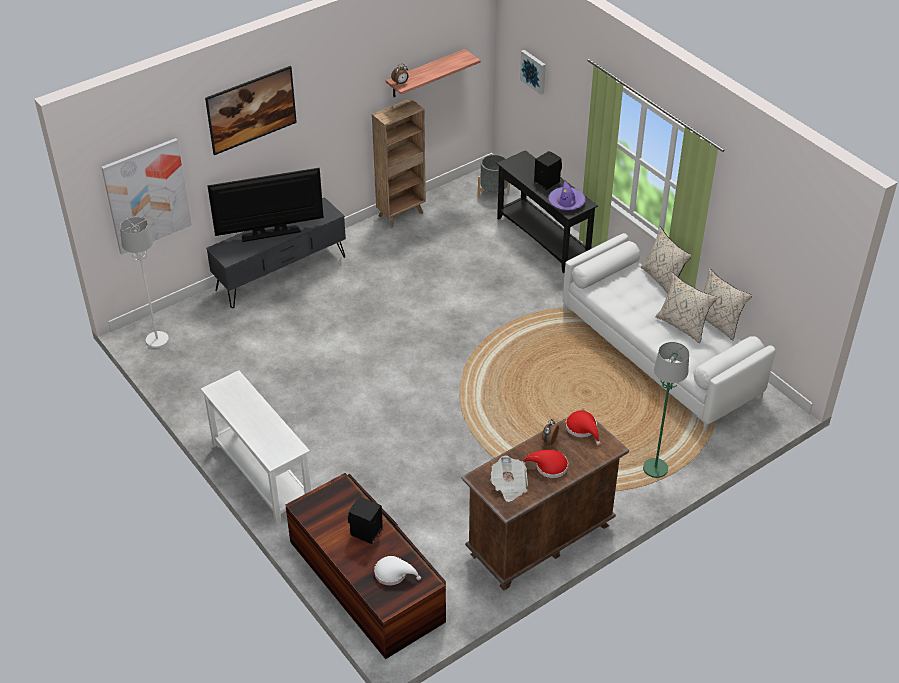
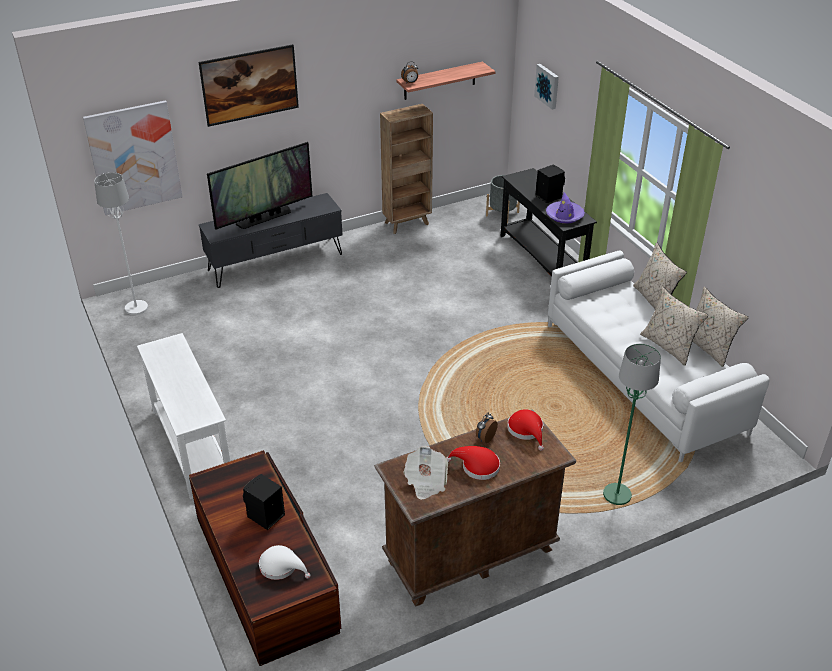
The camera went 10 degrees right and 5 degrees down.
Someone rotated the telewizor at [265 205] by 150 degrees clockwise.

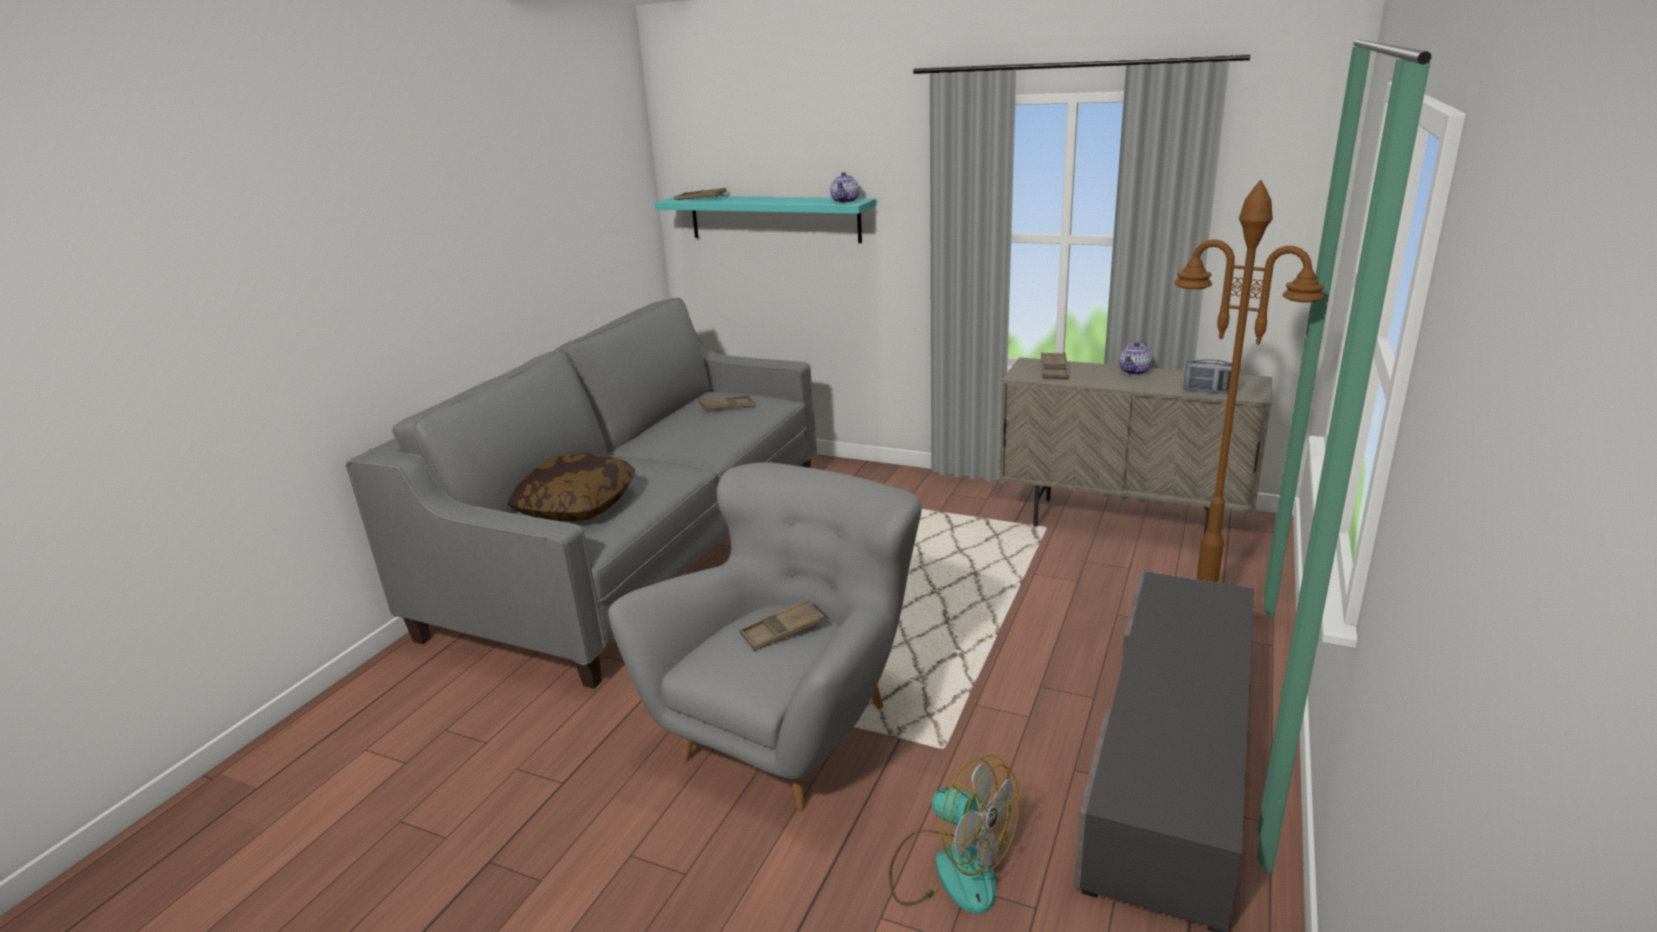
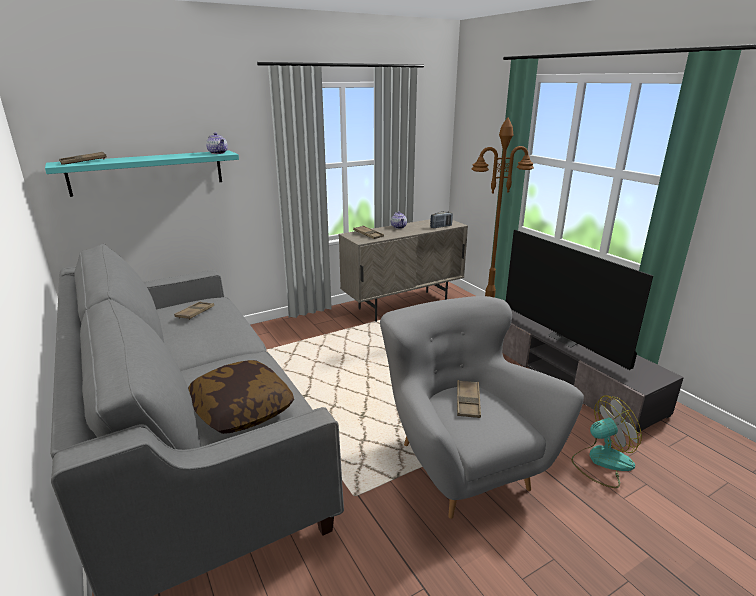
The camera went 55 degrees left and 0 degrees up.
Someone put down the telewizor at [579 300].

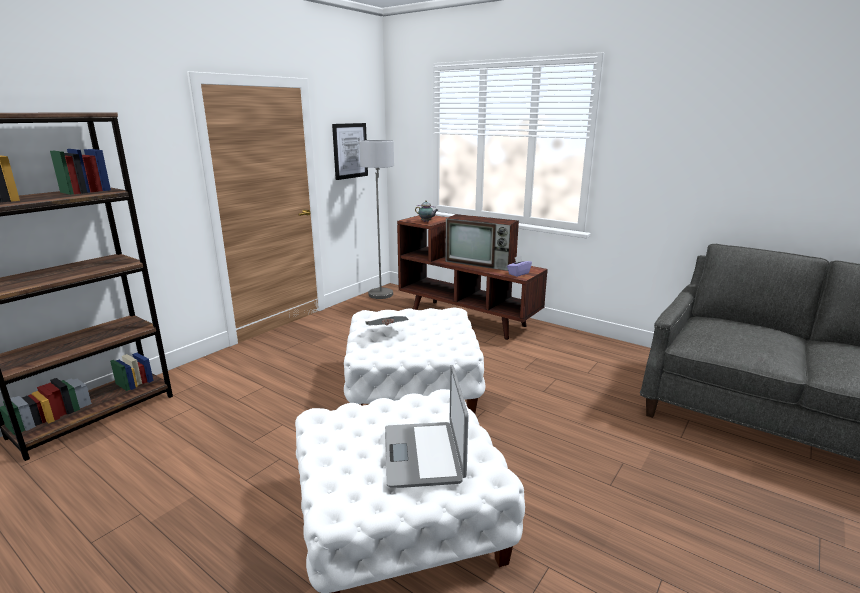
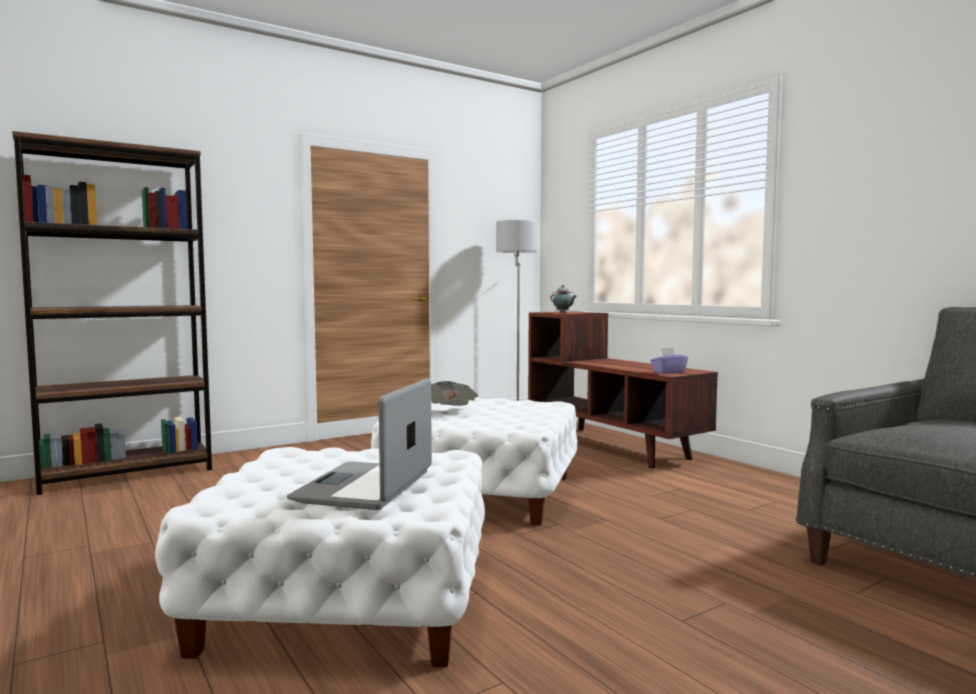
The camera went 20 degrees right and 15 degrees down.
Someone took away the obraz at [350 151].
Someone took away the telewizor at [482 242].

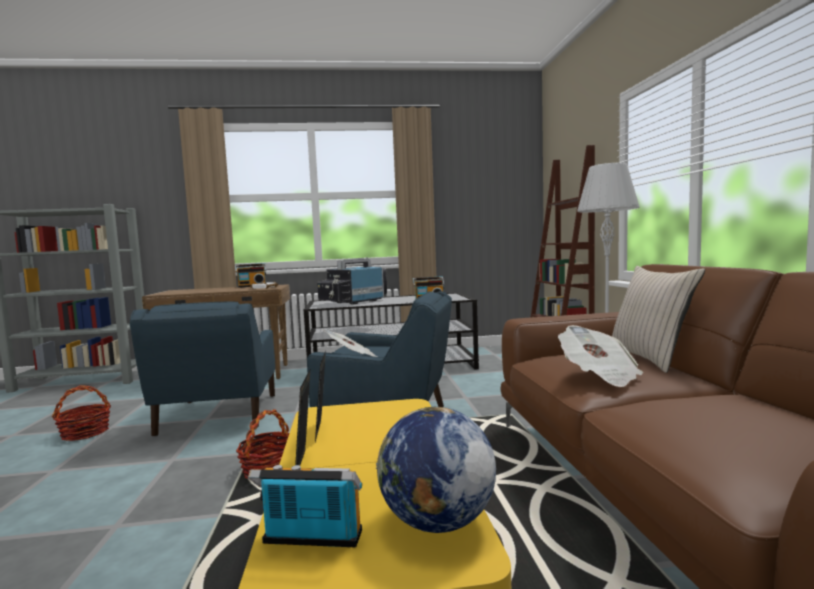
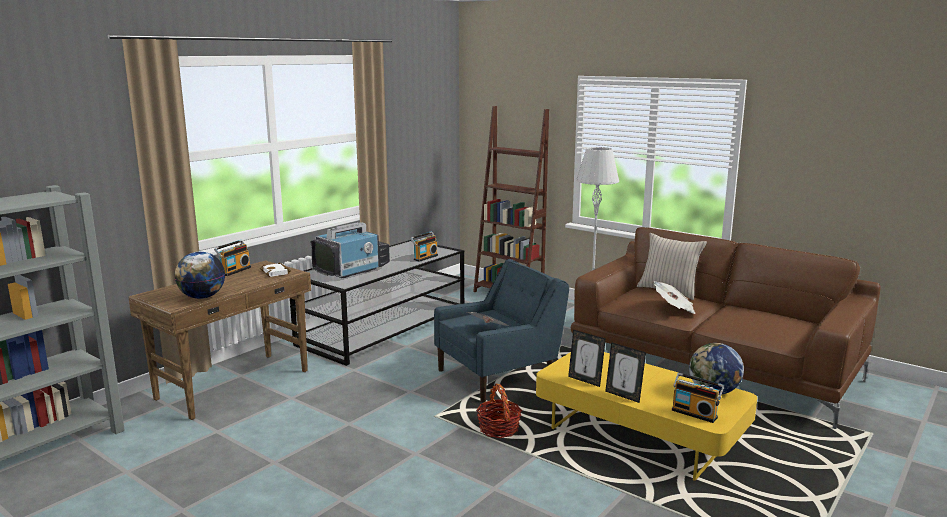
The camera went 45 degrees left and 10 degrees up.
Someone took away the koszyk at [81 413].
Someone took away the fotel [niebieski] at [203 369].
Someone put down the globus at [200 275].
Someone rotated the radio at [305 506] by 105 degrees counterclockwise.
Someone rotated the telewizor at [352 280] by 135 degrees counterclockwise.

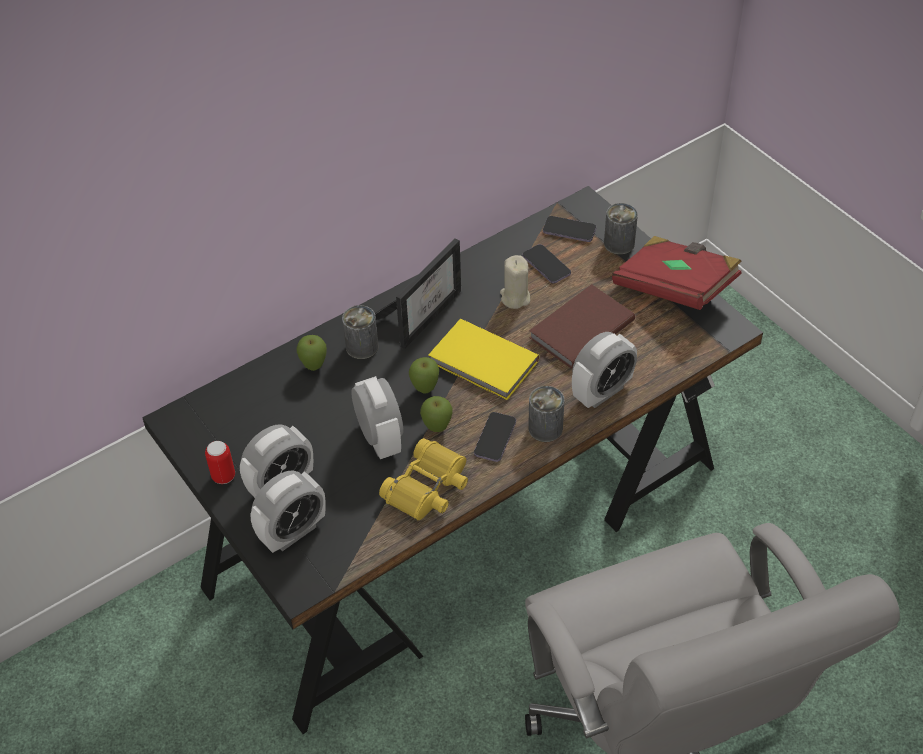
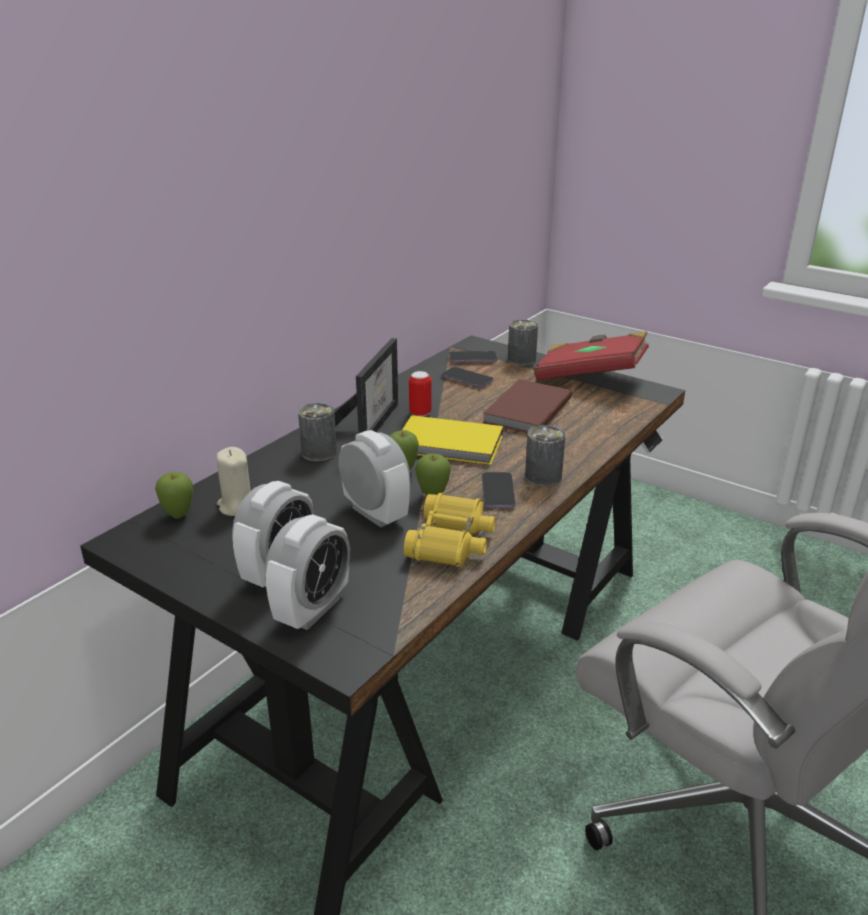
The camera went 20 degrees left and 20 degrees down.
Someone took away the budzik at [604 370].
Someone carried the puszka from [220 462] to [420 394].
Someone carried the jabłko from [312 353] to [174 495].
Someone carried the świeca [beżowy] from [515 282] to [233 481].

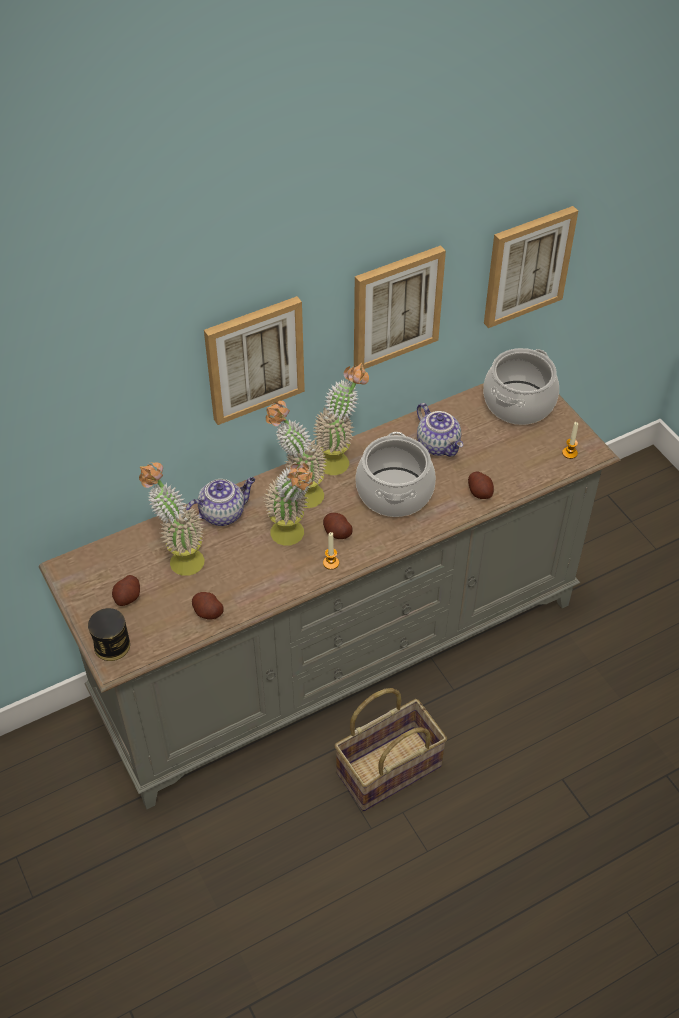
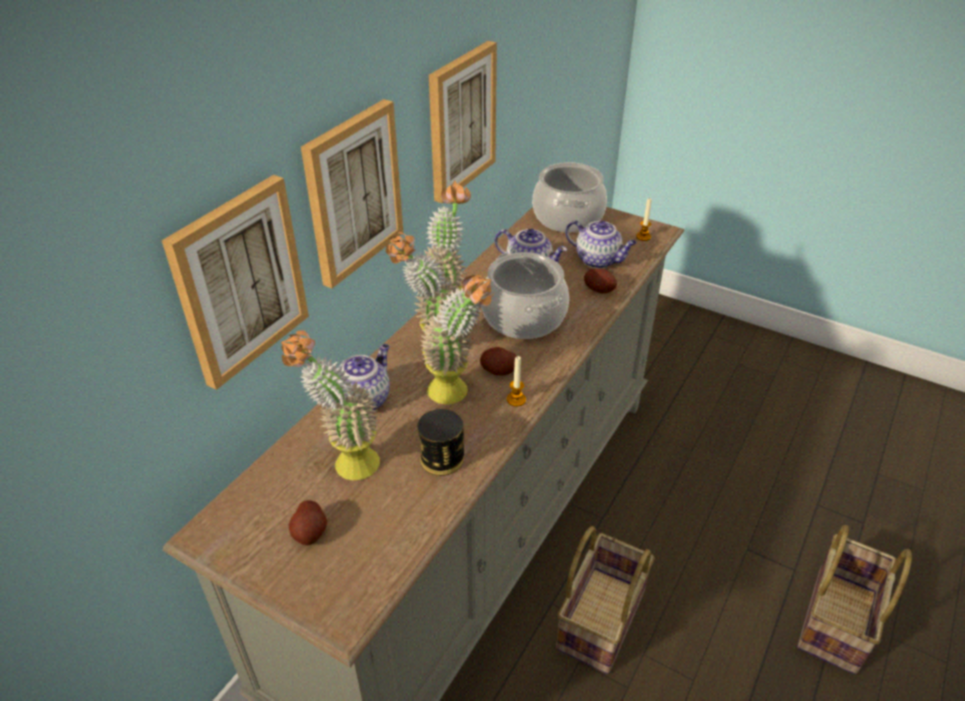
The camera went 30 degrees left and 10 degrees down.
Someone took away the ziemniak at [208 605].
Someone put down the imbryk at [601 244].
Someone put down the koszyk at [854 600].
Someone carried the puszka from [109 634] to [440 442].
Someone carried the obraz from [531 267] to [235 282].

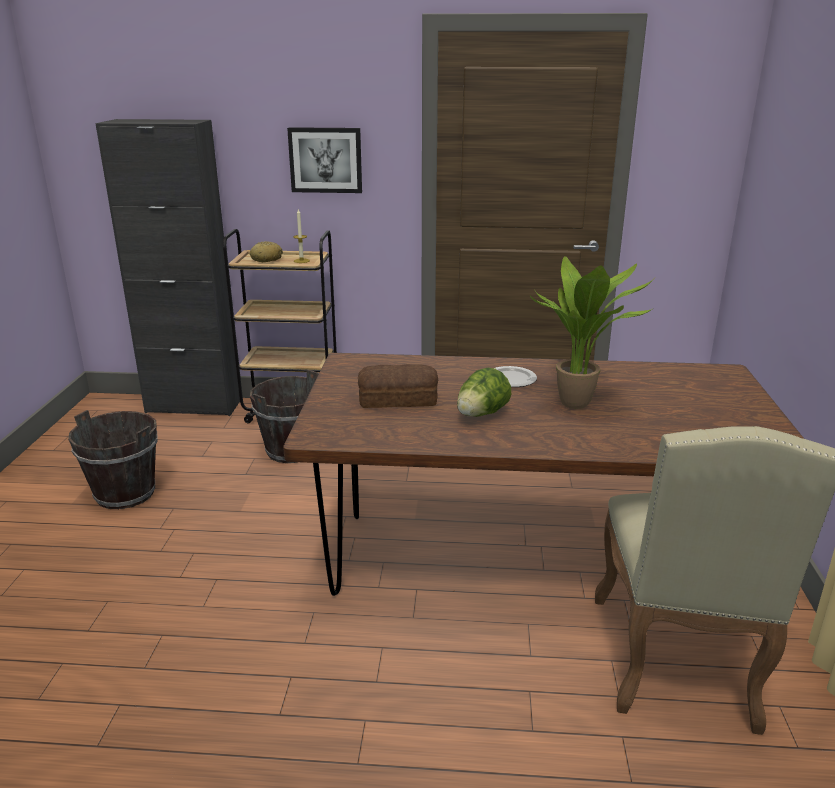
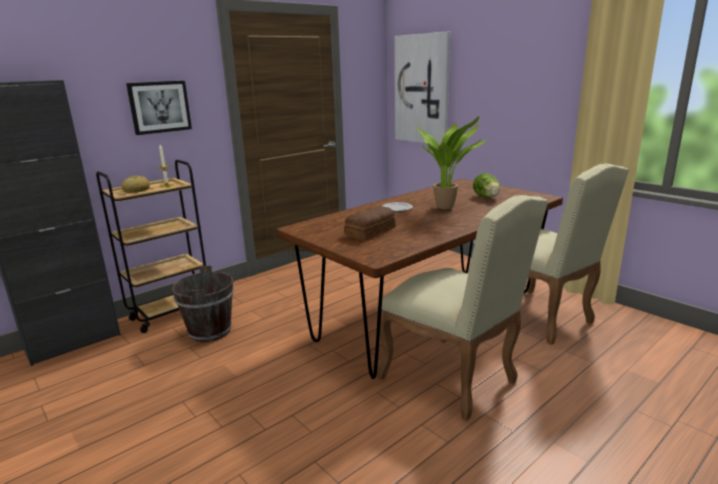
The camera went 45 degrees left and 5 degrees down.
Someone took away the wiadro [brązowy] at [113 459].
Someone put down the krzesło [beżowy] at [462 308].
Someone put up the obraz at [422 87].
Someone carried the sałata from [484 392] to [486 185].

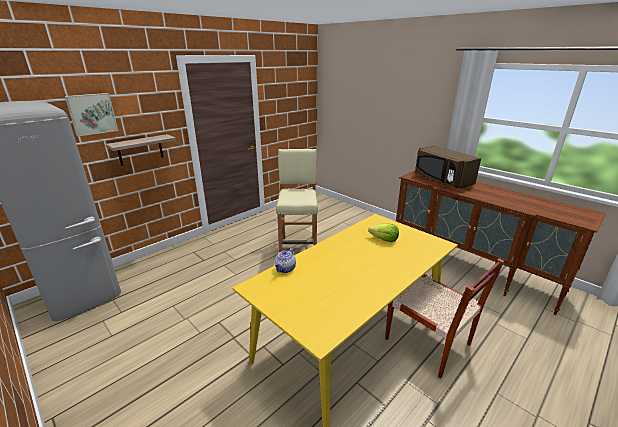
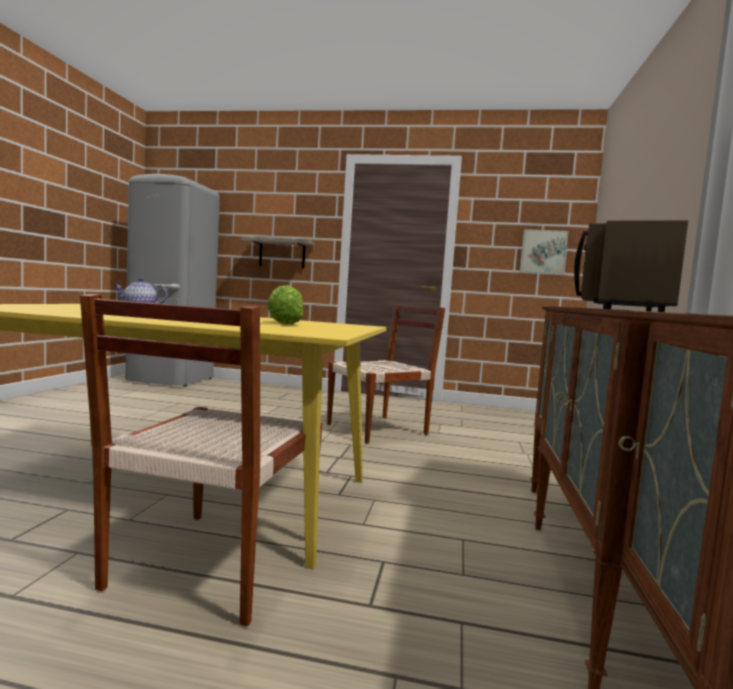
The camera went 55 degrees right and 20 degrees down.
Someone carried the obraz from [91 114] to [544 251].
Someone swapped the stołek [beżowy] at [297 201] for the krzesło at [386 374].

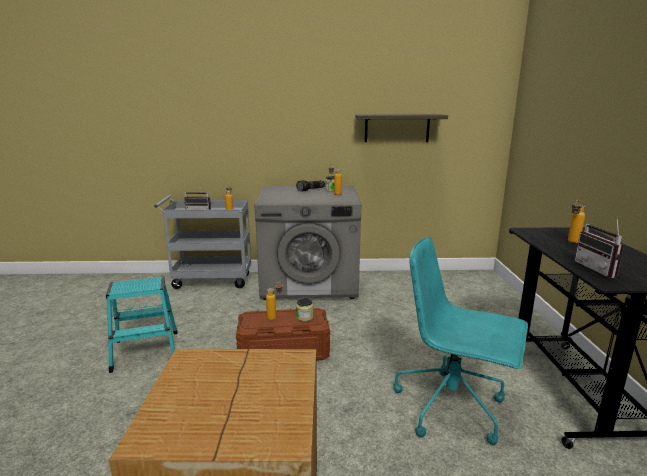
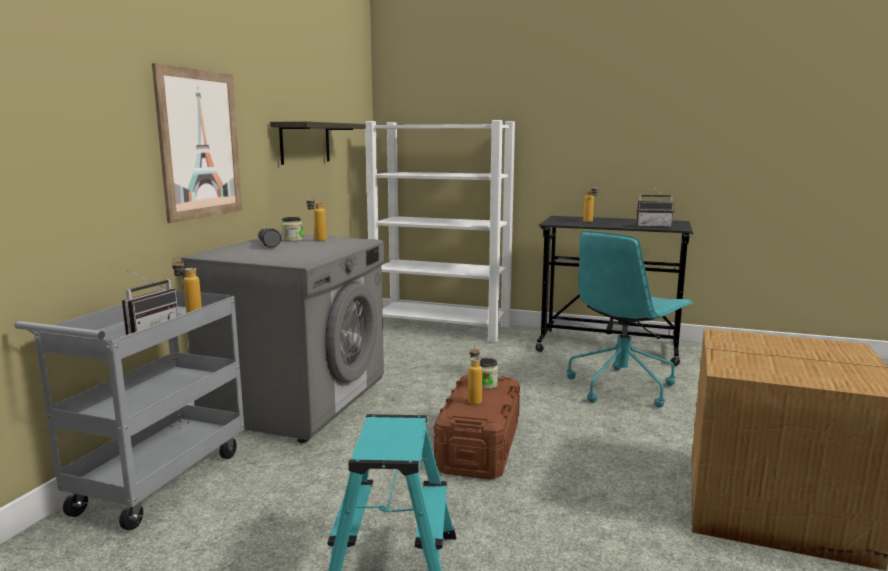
The camera went 70 degrees left and 5 degrees down.
Someone put up the obraz at [197 143].
Someone put down the regał [biały] at [440 231].

